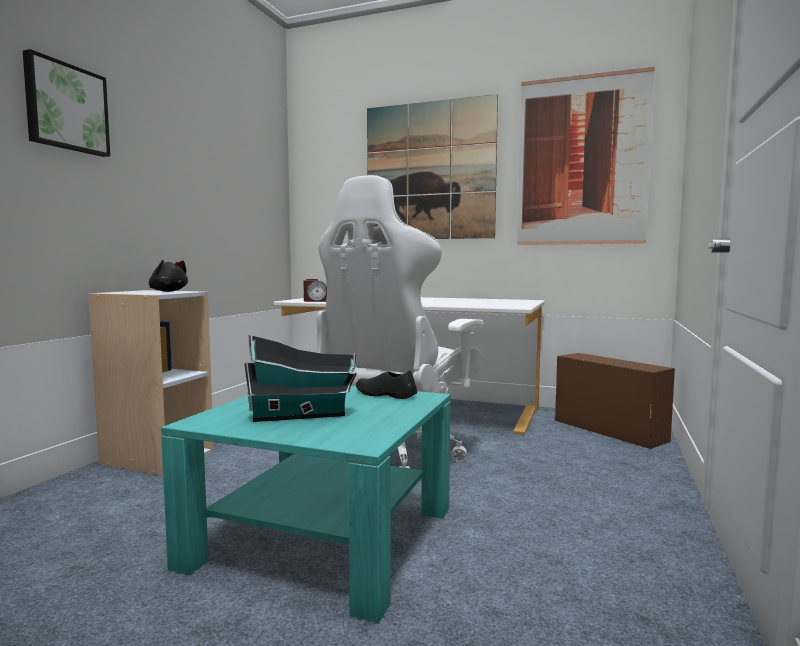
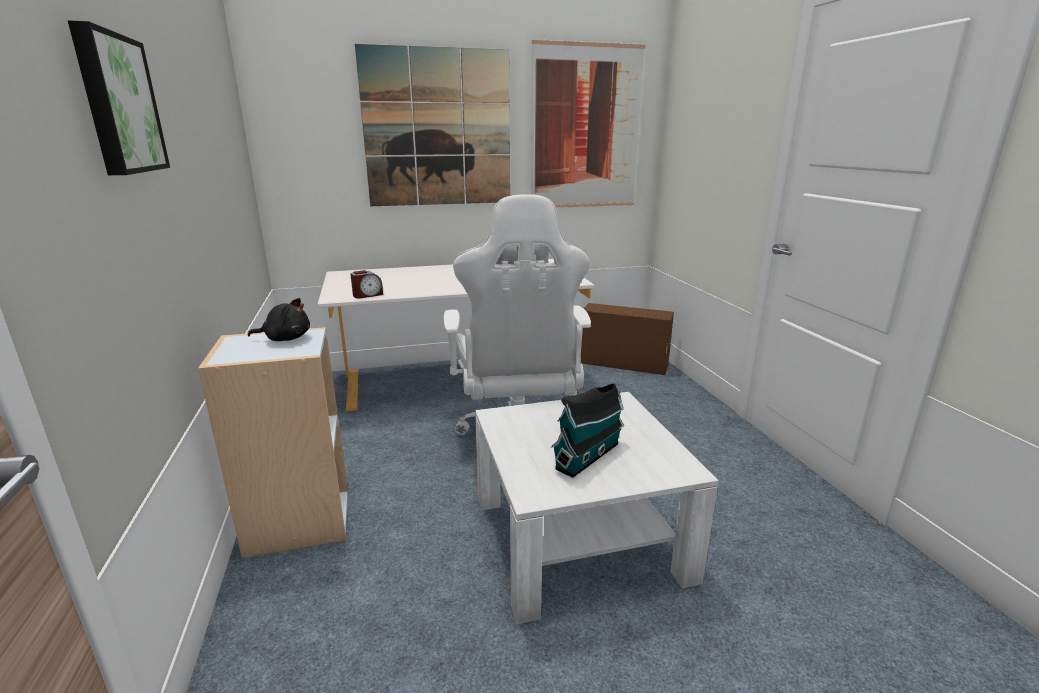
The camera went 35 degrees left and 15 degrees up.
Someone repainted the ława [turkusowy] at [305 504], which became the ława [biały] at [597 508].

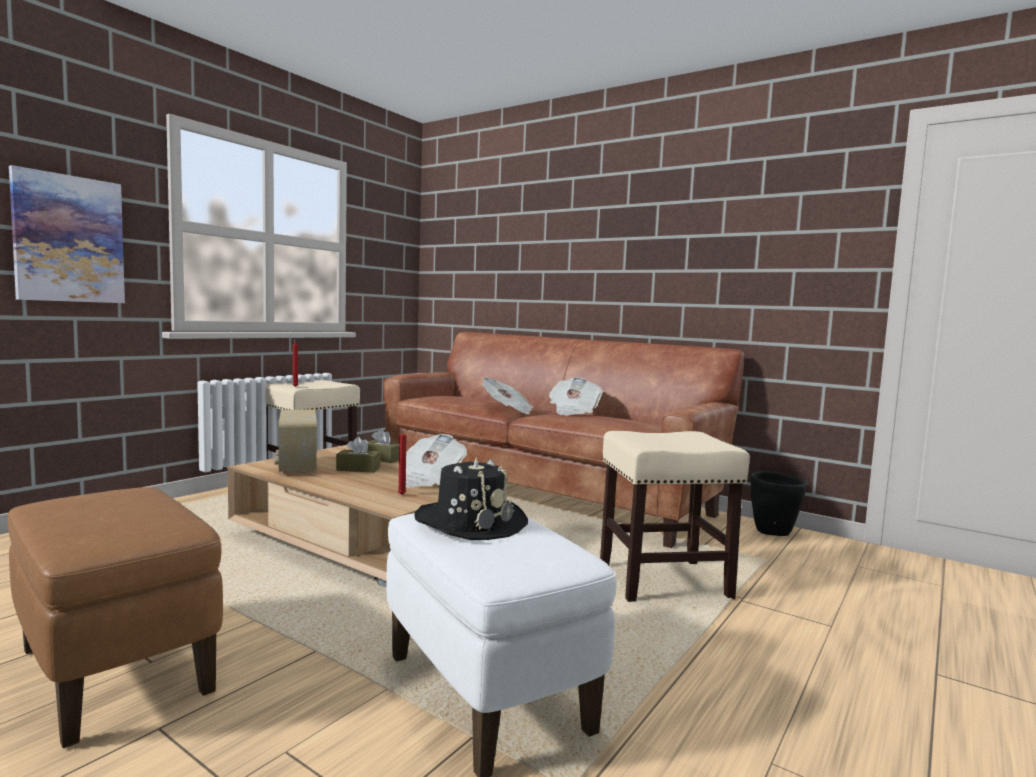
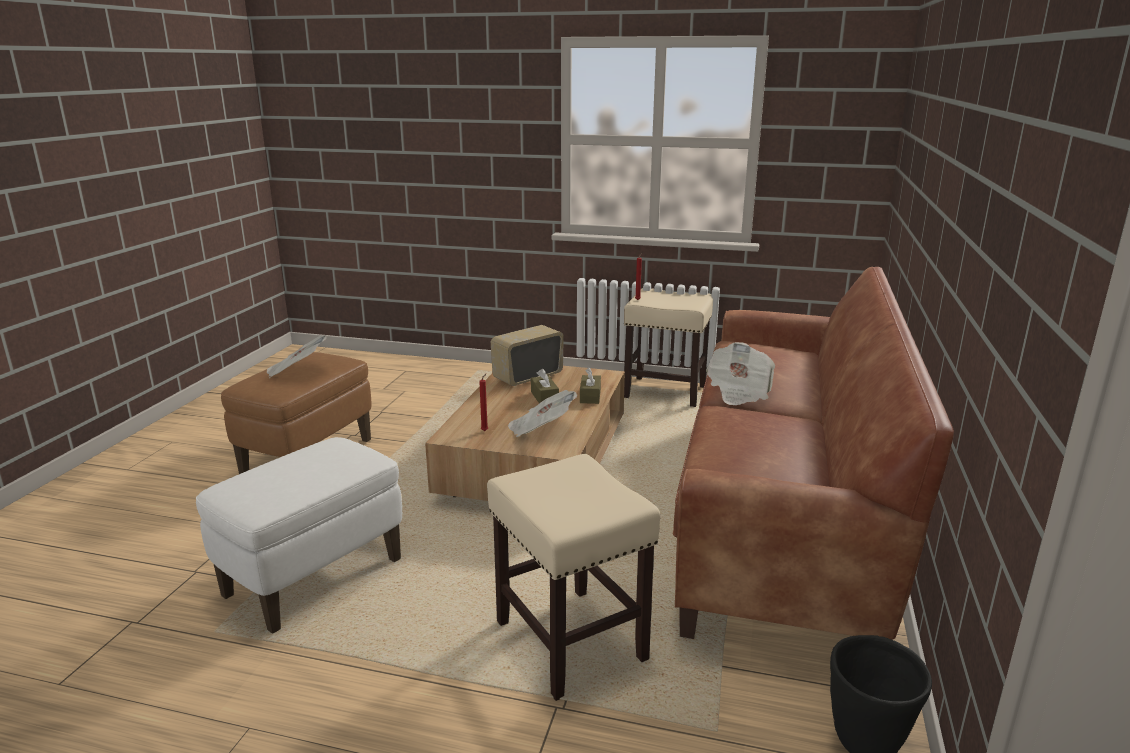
The camera went 70 degrees right and 15 degrees up.
Someone took away the obraz at [67 234].
Someone took away the kapelusz [czarny] at [471 498].
Someone carried the gazeta from [575 396] to [297 356].

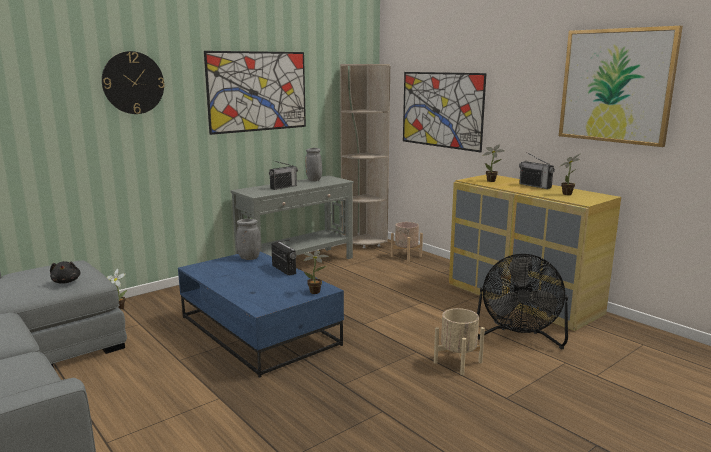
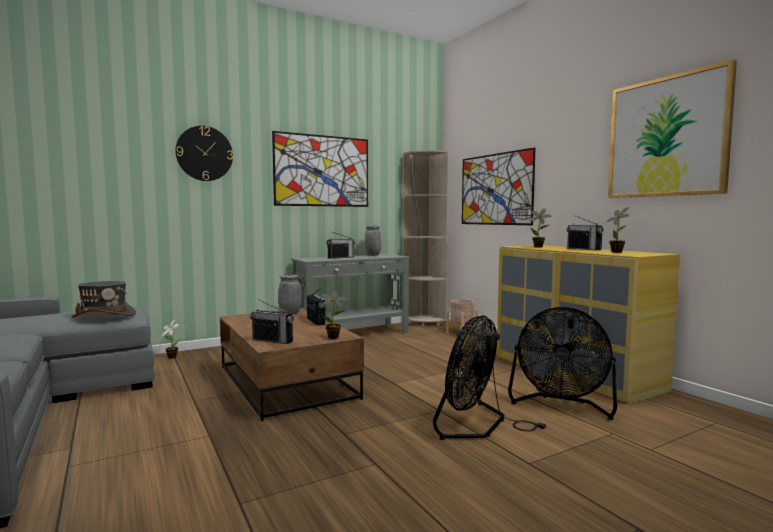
The camera went 10 degrees right and 10 degrees down.
Someone put down the radio at [272 321].
Someone swapped the pluszak [czarny] at [65 272] for the kapelusz [szary] at [103 299].
Someone swapped the donica [beżowy] at [459 341] for the wentylator [czarny] at [489 378].
Someone repainted the ława [niebieski] at [261 314], which became the ława [brązowy] at [292 364].

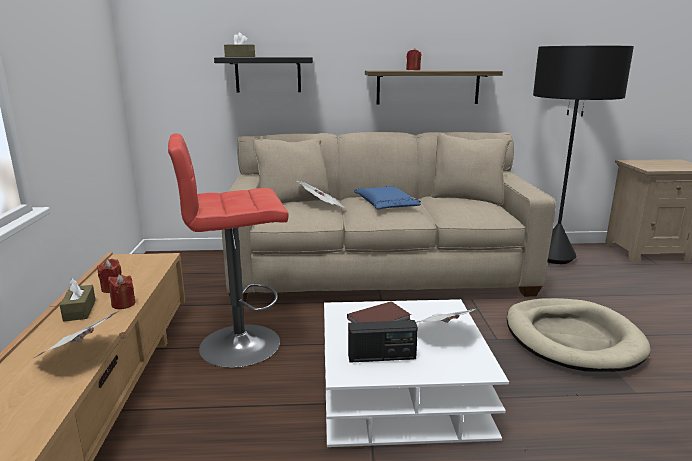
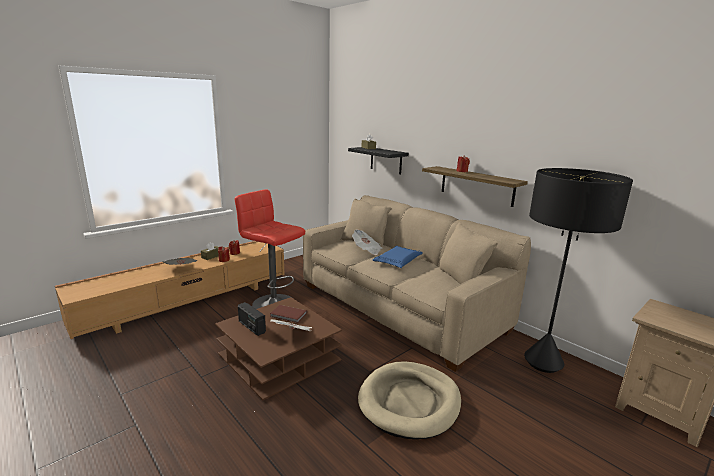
The camera went 50 degrees right and 0 degrees up.
Someone repainted the ława [biały] at [416 373], which became the ława [brązowy] at [278 348].

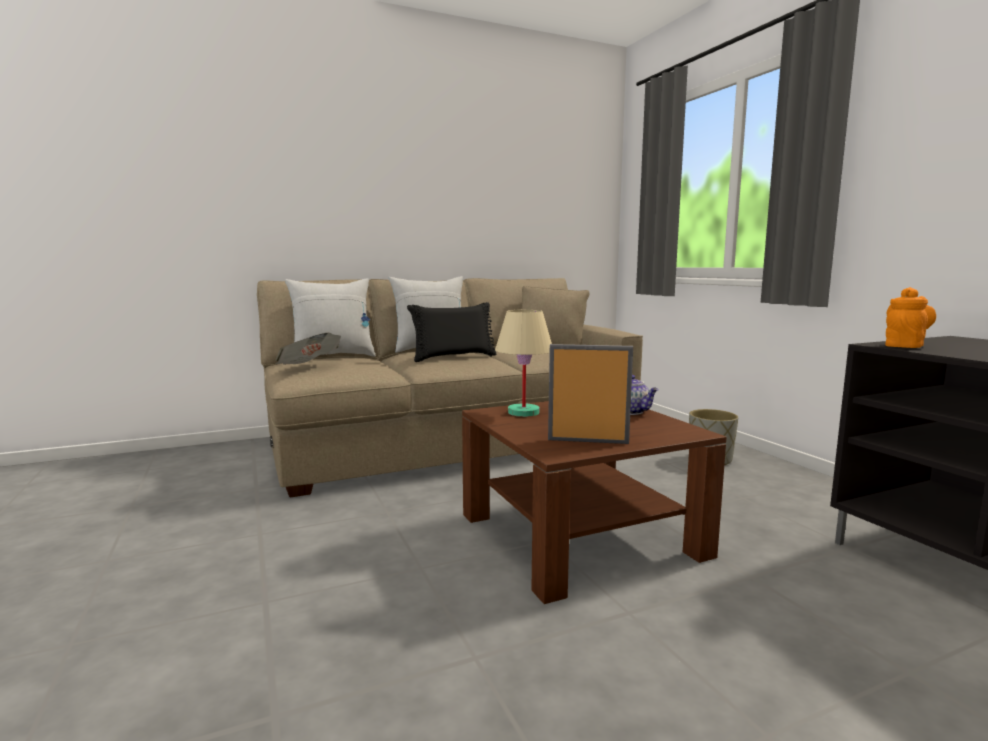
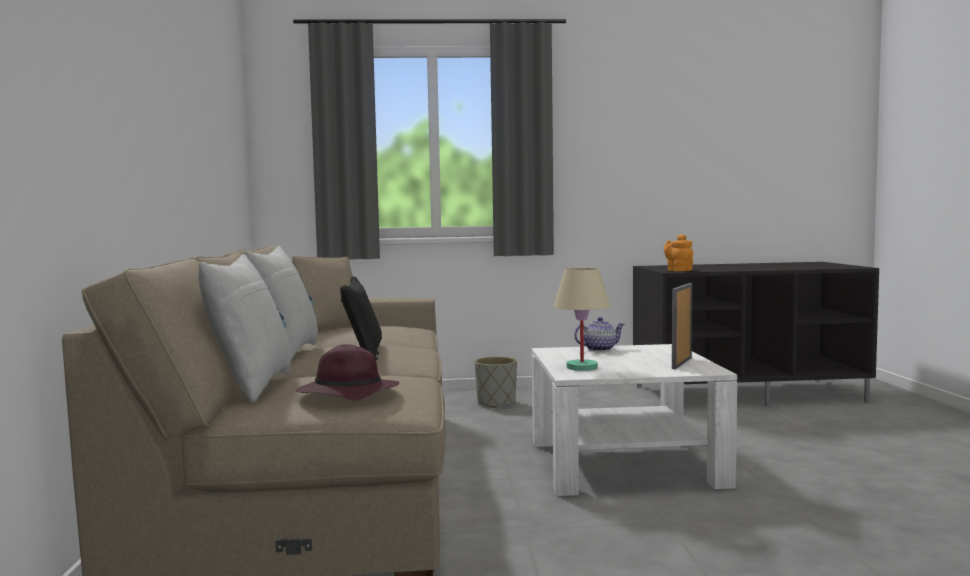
The camera went 70 degrees left and 5 degrees down.
Someone swapped the gazeta at [308 349] for the kapelusz [fioletowy] at [348 372].
Someone repainted the ława [brązowy] at [594 502], which became the ława [biały] at [634 420].

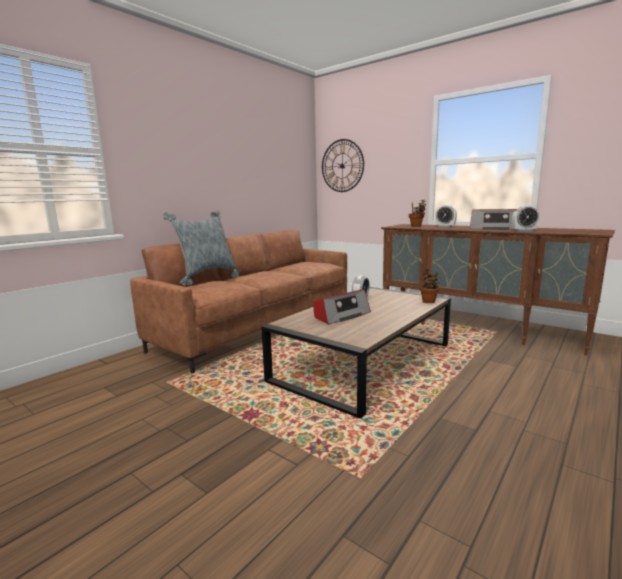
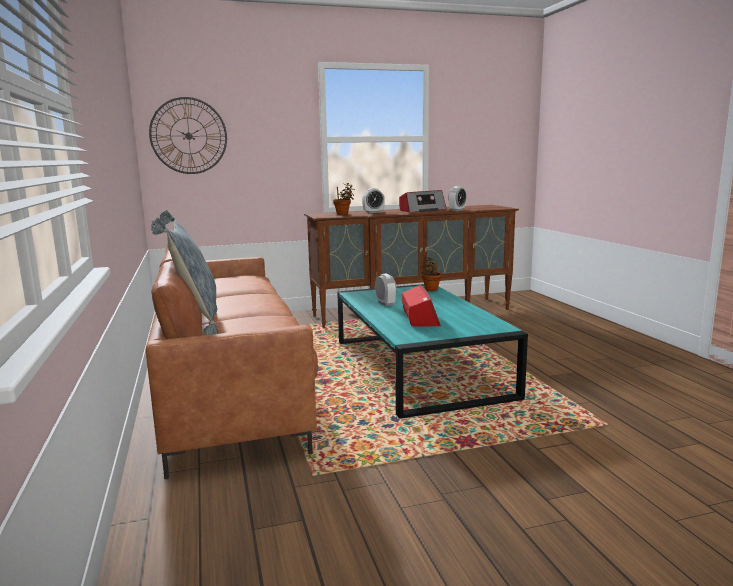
The camera went 55 degrees left and 0 degrees up.
Someone repainted the ława [brązowy] at [356 353], which became the ława [turkusowy] at [432 351].

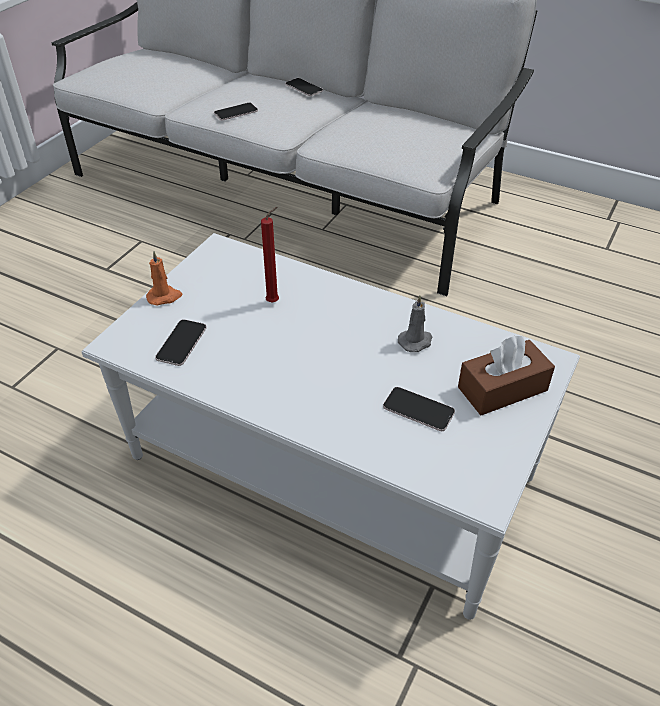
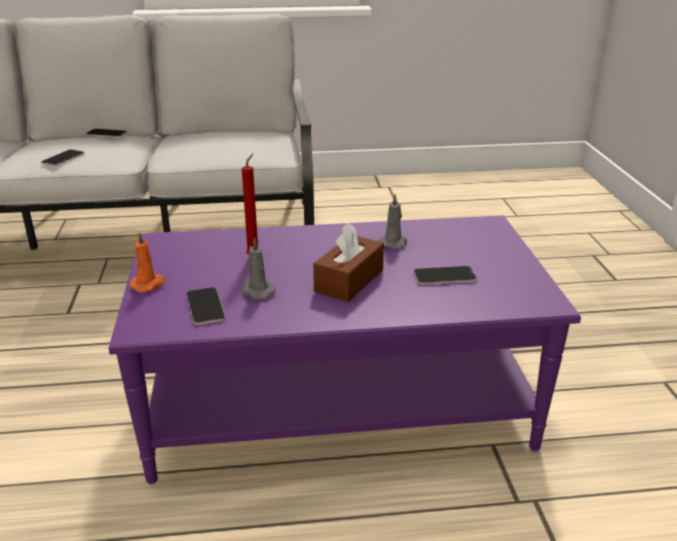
The camera went 35 degrees left and 15 degrees down.
Someone put down the świeca [szary] at [258 268].
Someone carried the pudełko chusteczek [brązowy] from [506 375] to [348 262].
Someone repainted the ława [biały] at [330 426], which became the ława [fioletowy] at [345 349].

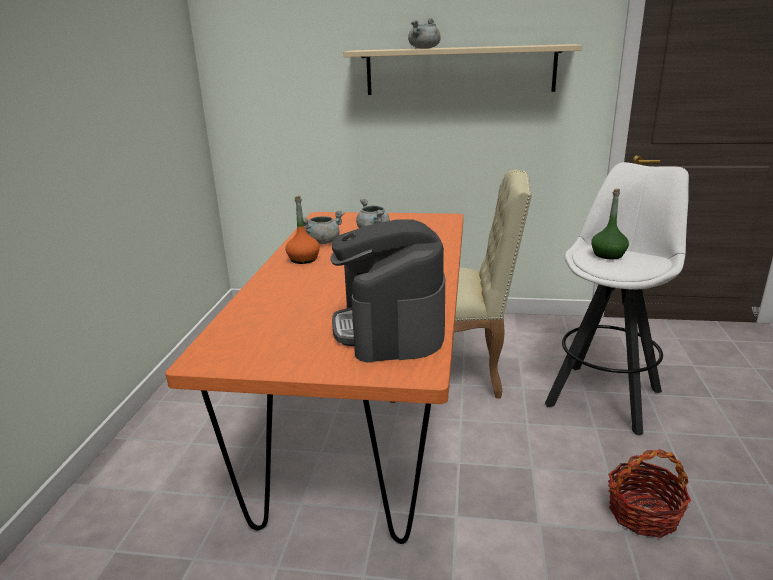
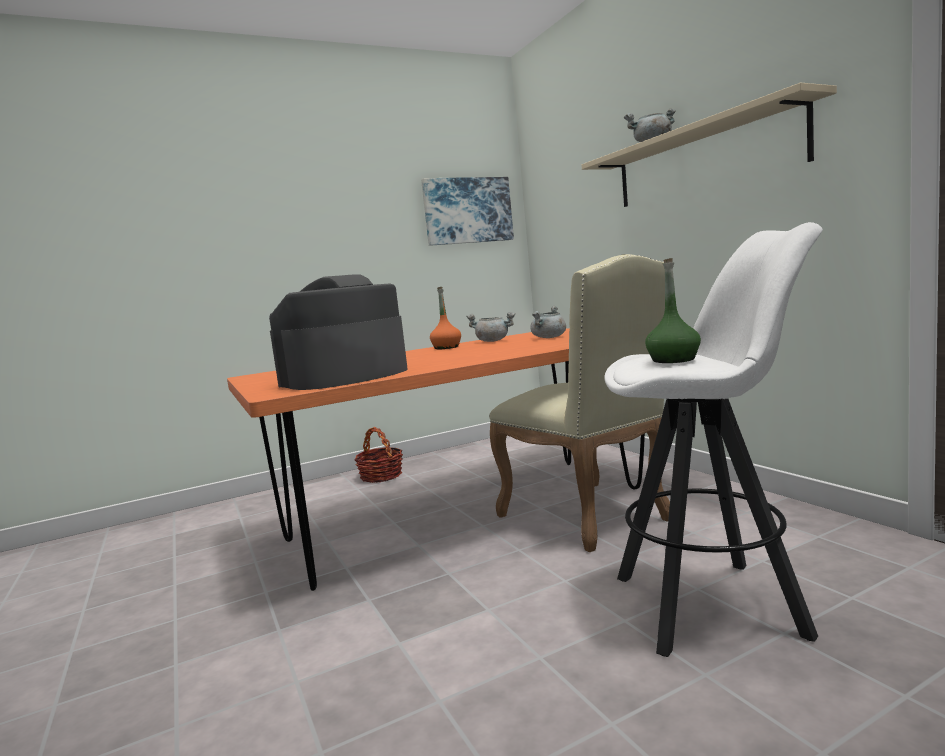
The camera went 55 degrees right and 15 degrees down.
Someone put up the obraz at [467 211].
Someone carried the koszyk from [649 493] to [378 455].

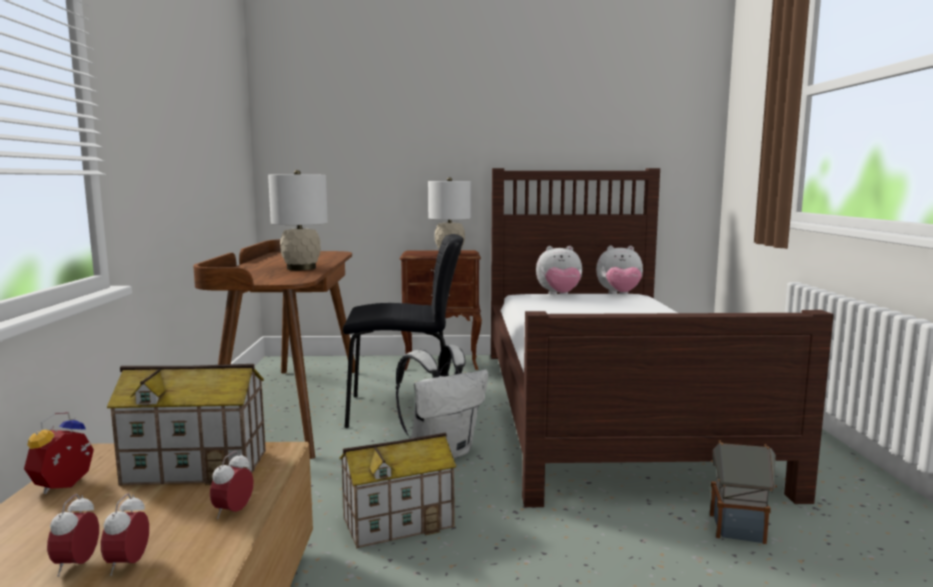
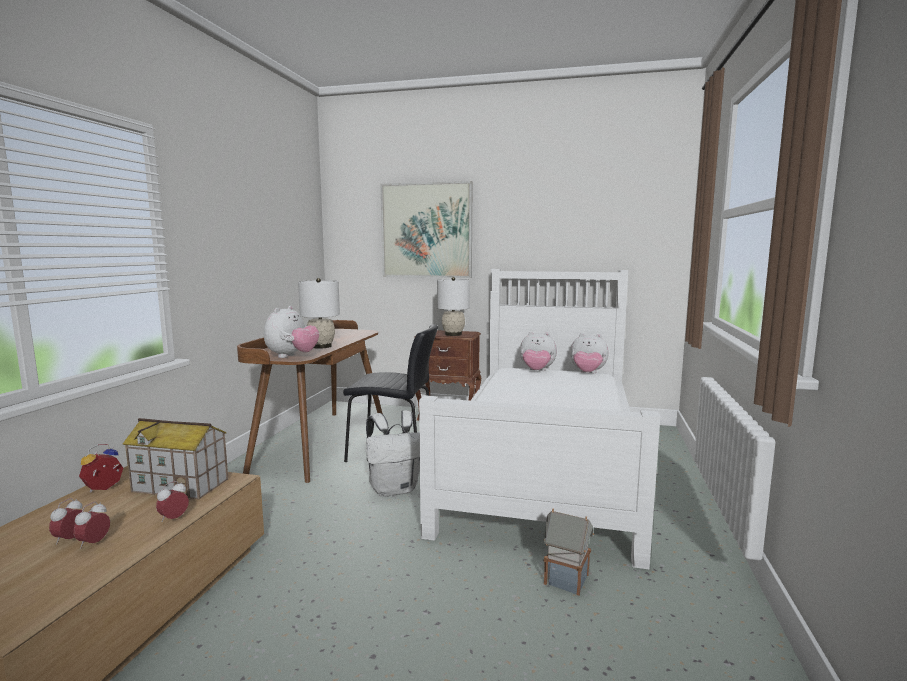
The camera went 15 degrees right and 0 degrees up.
Someone took away the domek at [398 490].
Someone put down the pluszak at [291 332].
Someone put up the obraz at [426 229].
Someone repainted the łóżko [brązowy] at [662 337], which became the łóżko [biały] at [539 419].

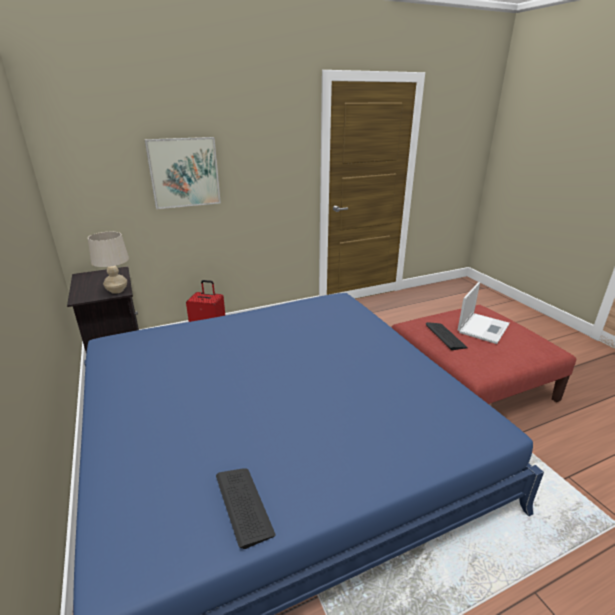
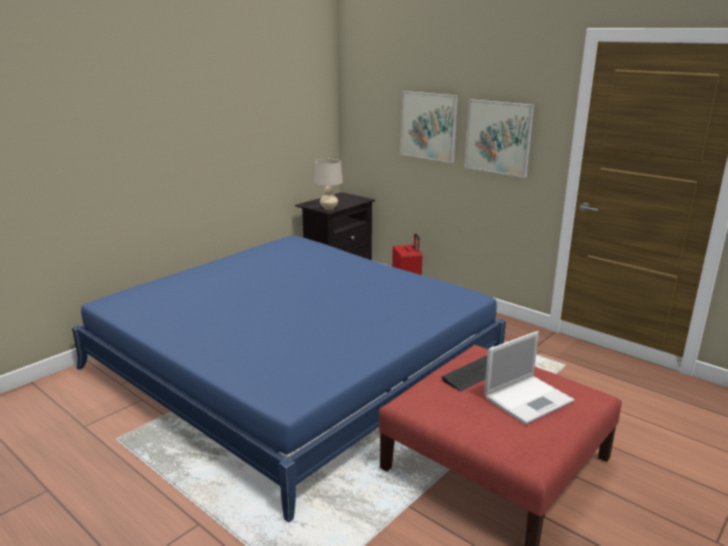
The camera went 65 degrees right and 5 degrees down.
Someone took away the klawiatura at [246 508].
Someone put up the obraz at [499 138].
Someone rotated the laptop at [484 313] by 45 degrees counterclockwise.

